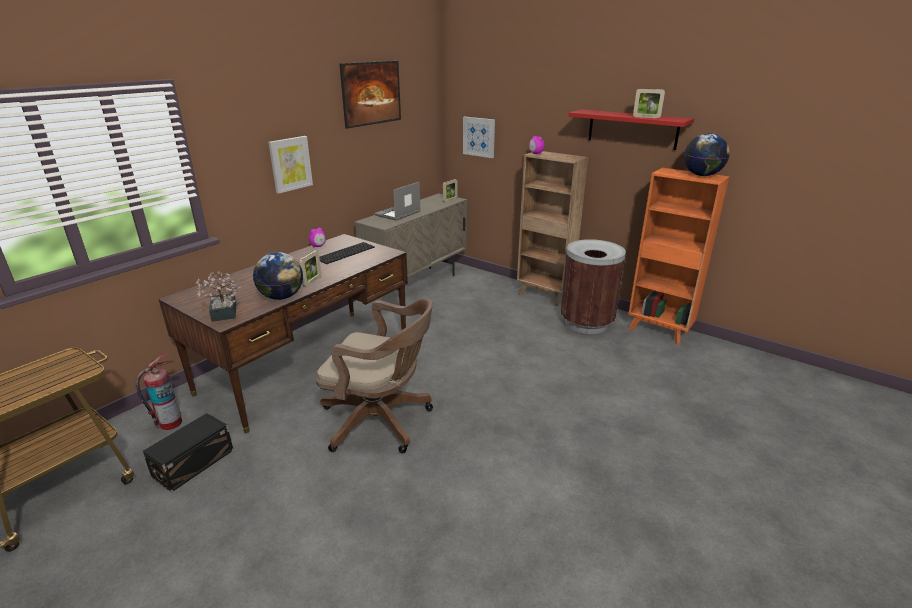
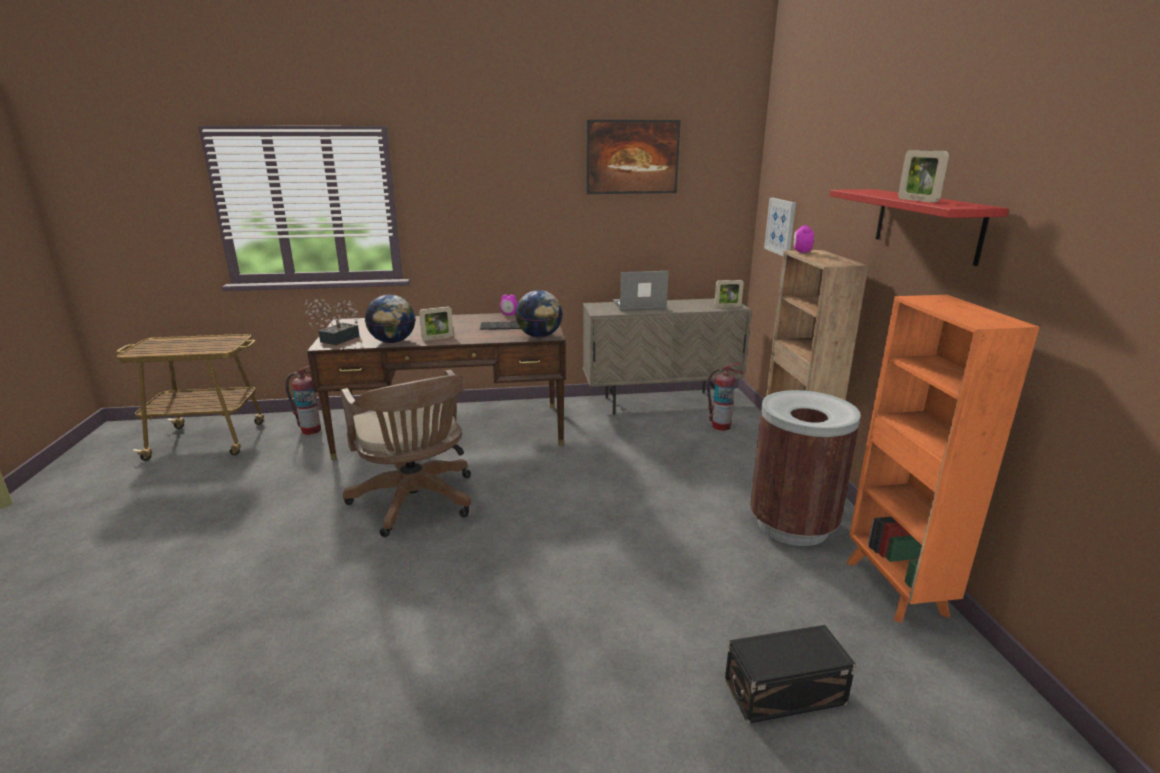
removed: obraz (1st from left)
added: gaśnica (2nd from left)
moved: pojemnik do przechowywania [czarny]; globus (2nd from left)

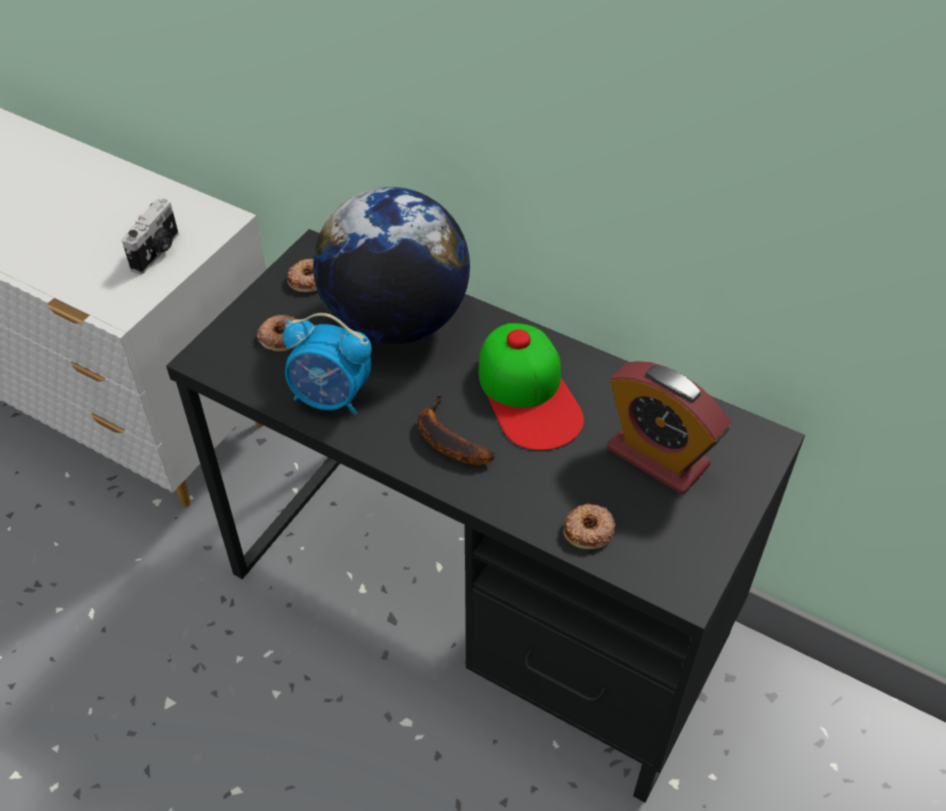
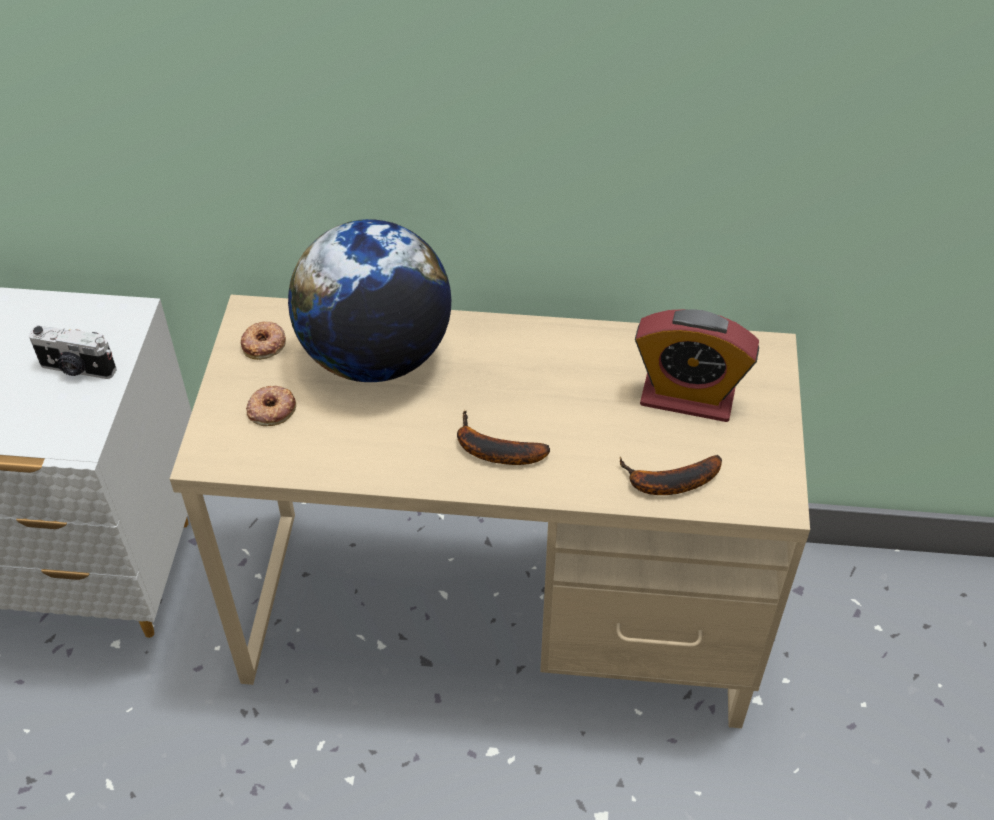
removed: budzik (1st from left); czapka z daszkiem
replaced: donut (3rd from left) to banan (2nd from left)
recoloured: biurko [czarny] to biurko [beżowy]
turned: aparat fotograficzny 105 degrees clockwise

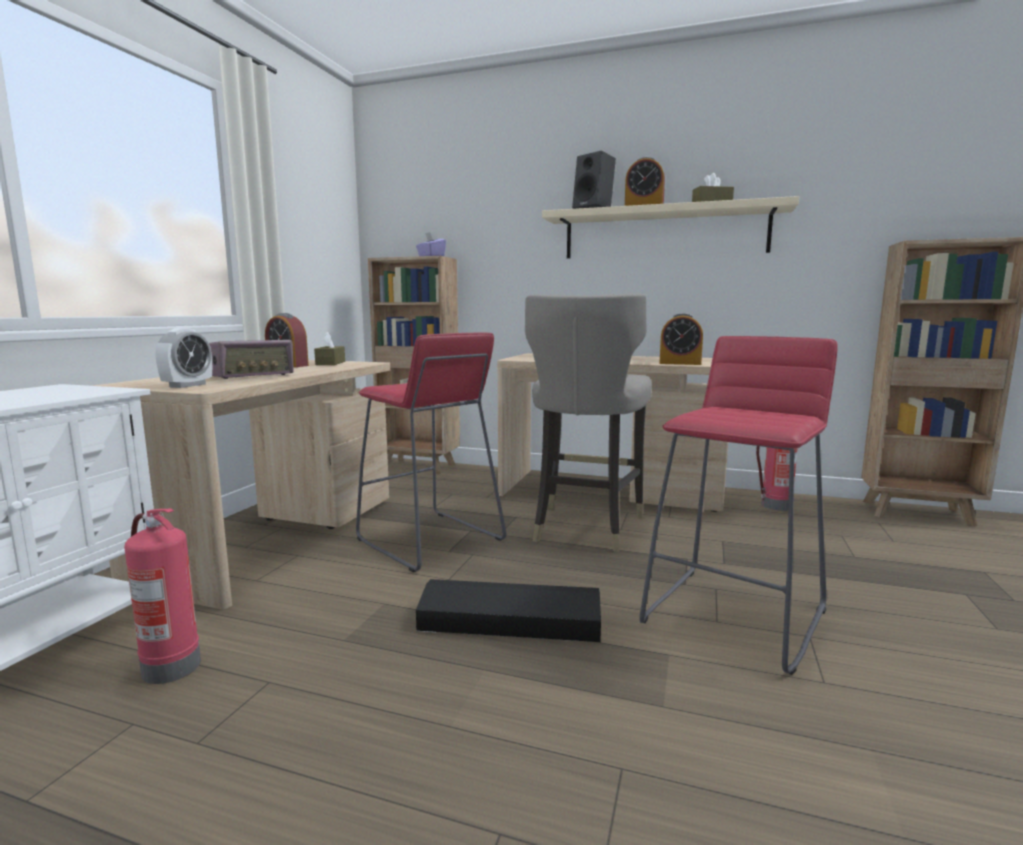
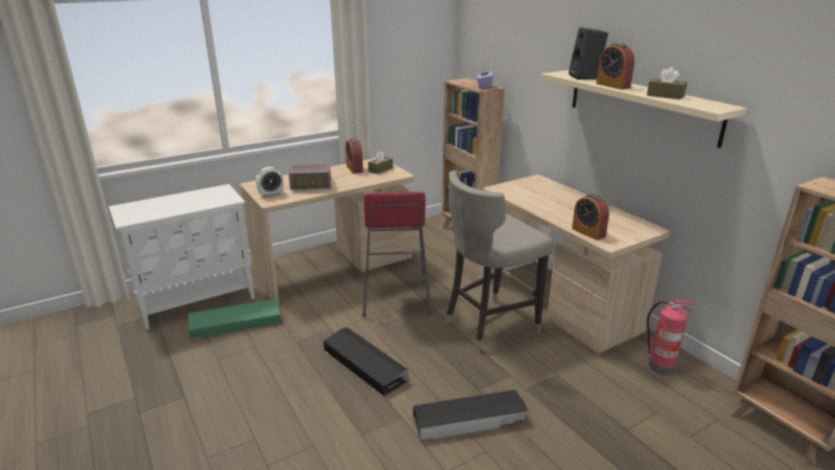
replaced: gaśnica (1st from left) to pojemnik do przechowywania [zielony]; stołek [czerwony] (2nd from left) to pojemnik do przechowywania [czarny] (2nd from left)

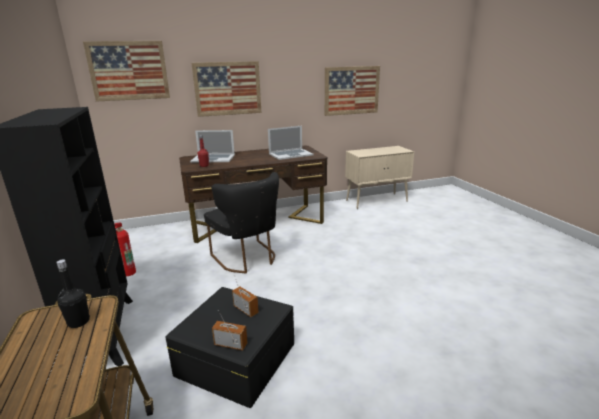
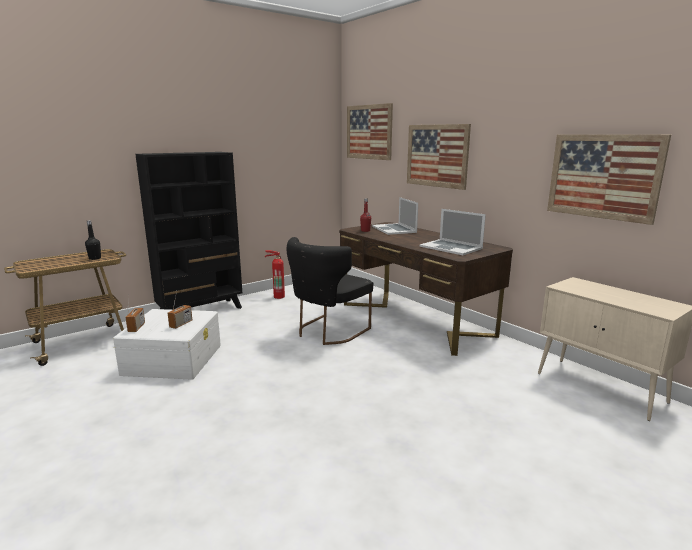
recoloured: pojemnik do przechowywania [czarny] to pojemnik do przechowywania [biały]

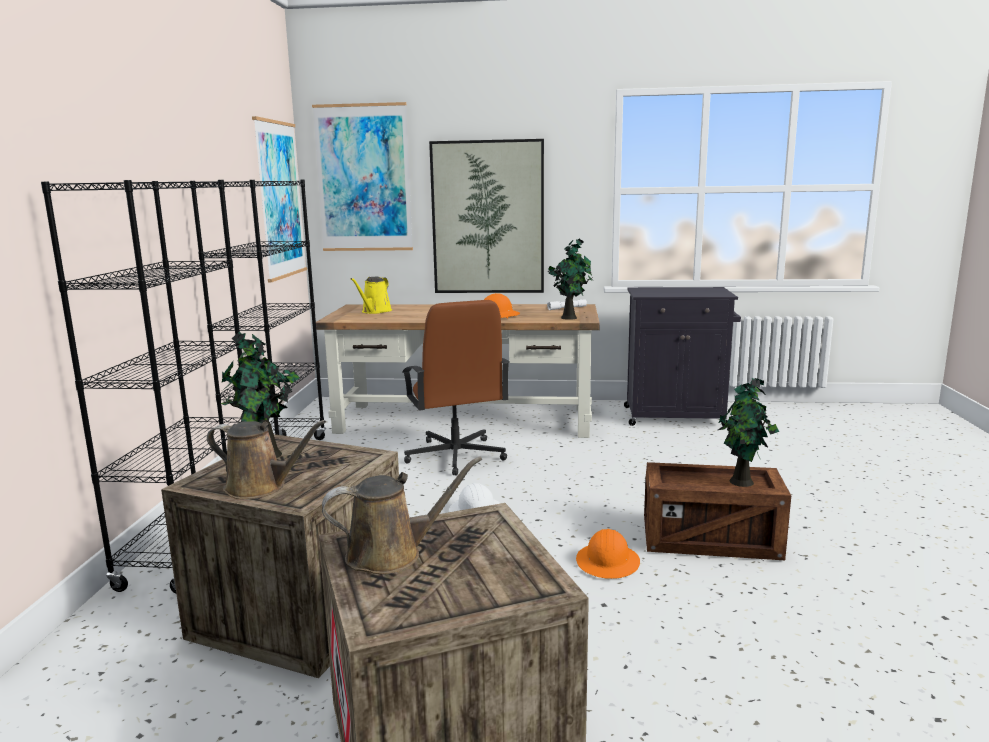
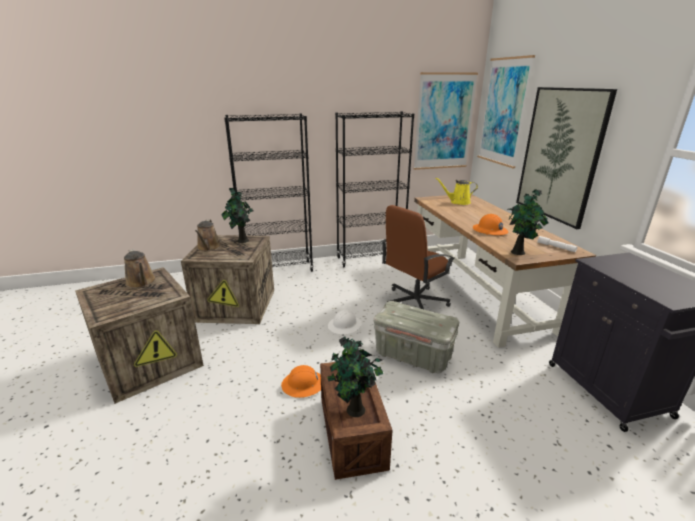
added: pojemnik do przechowywania [szary]

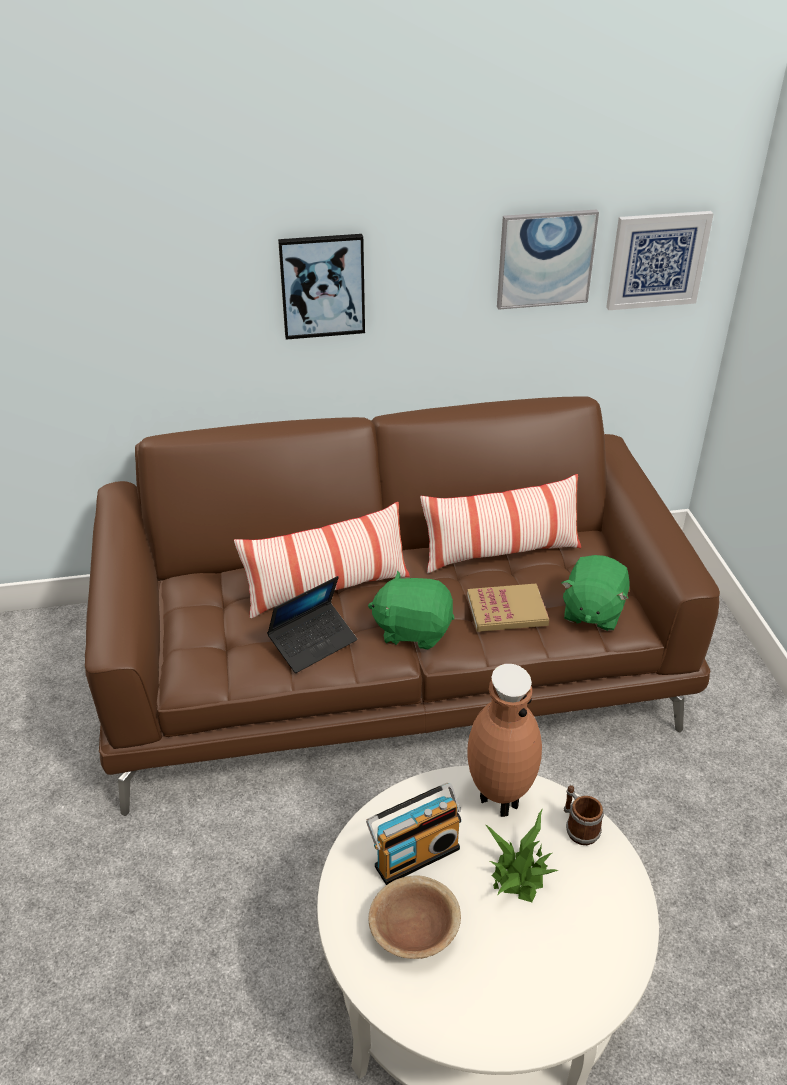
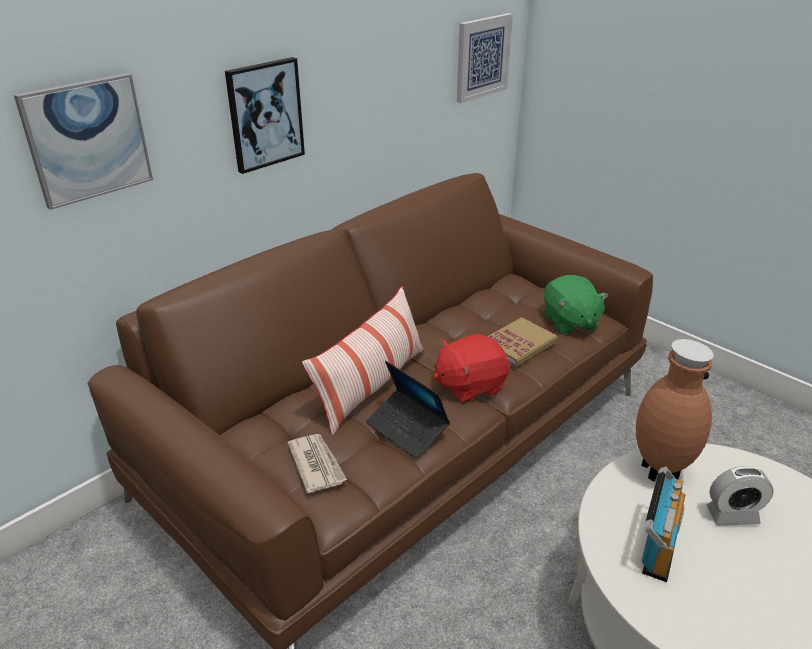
removed: miska [brązowy]; poduszka (2nd from left); kubek
added: gazeta
moved: obraz (2nd from left in the first image) to obraz (1st from left)
replaced: roślina doniczkowa to budzik
recoloured: pluszak [zielony] (1st from left) to pluszak [czerwony]
turned: laptop 120 degrees clockwise

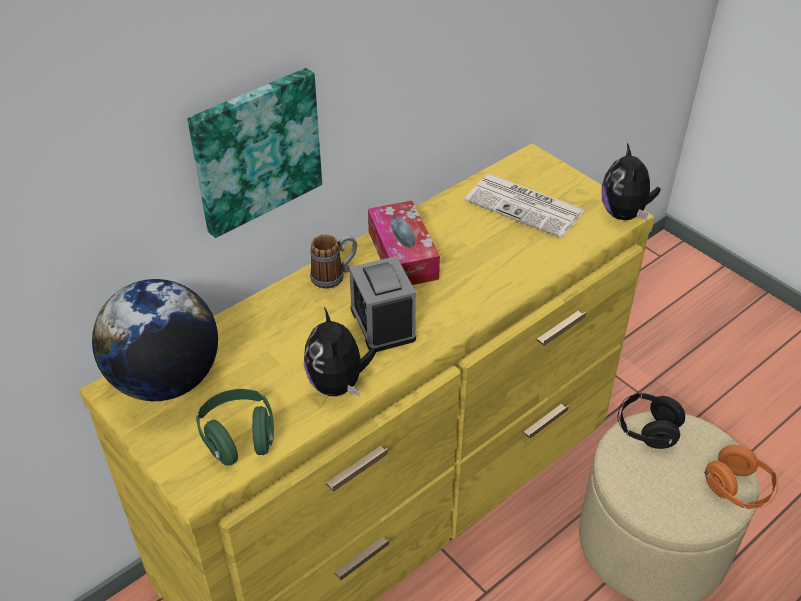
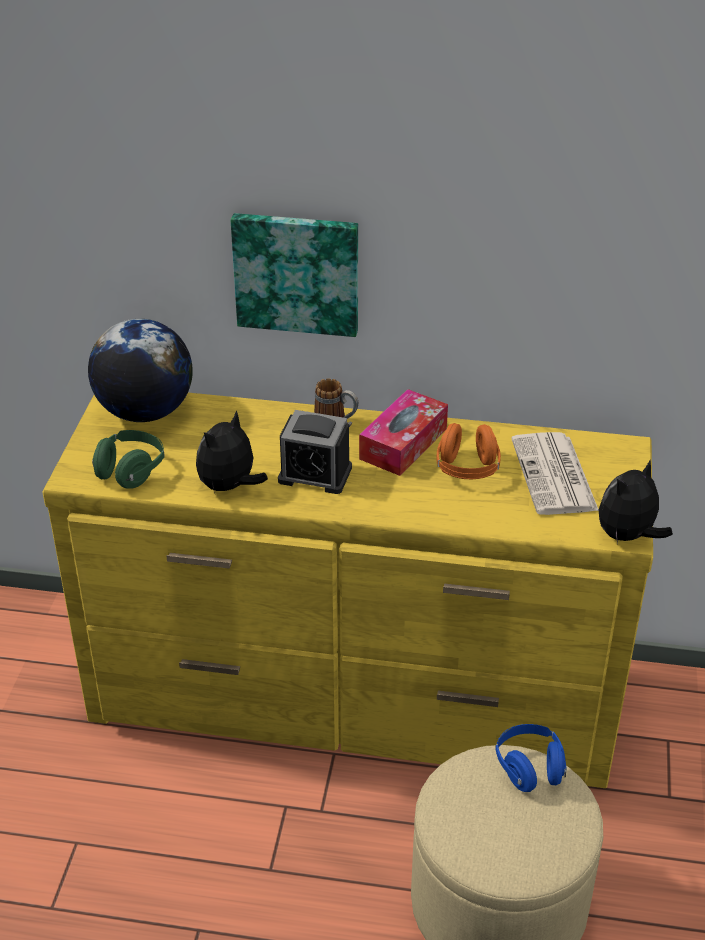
moved: słuchawki [pomarańczowy]
recoloured: słuchawki [czarny] to słuchawki [niebieski]
turned: budzik 105 degrees counterclockwise

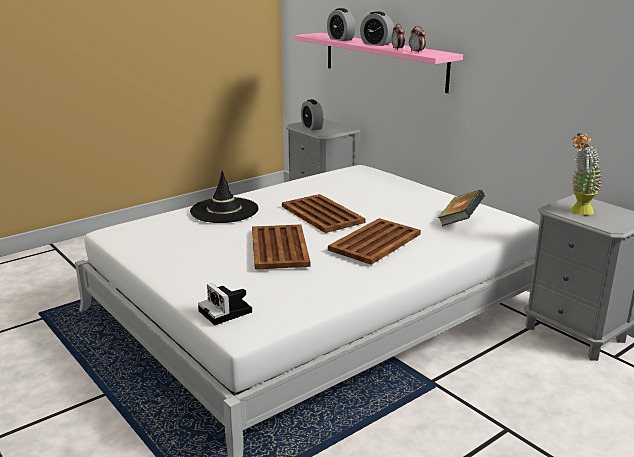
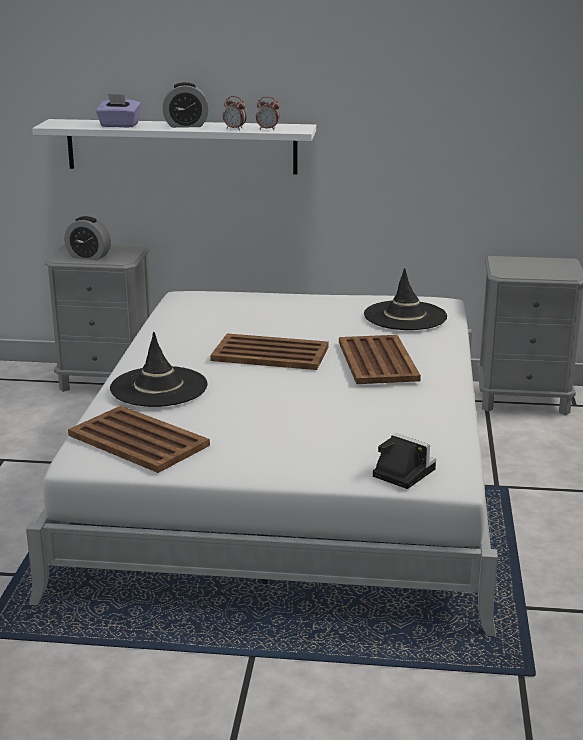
removed: roślina doniczkowa
moved: taca [brązowy] (1st from left)
replaced: budzik (2nd from left) to pudełko chusteczek [fioletowy]; książka to kapelusz [czarny] (2nd from left)
recoloured: półka [różowy] to półka [biały]
turned: aparat fotograficzny 150 degrees counterclockwise

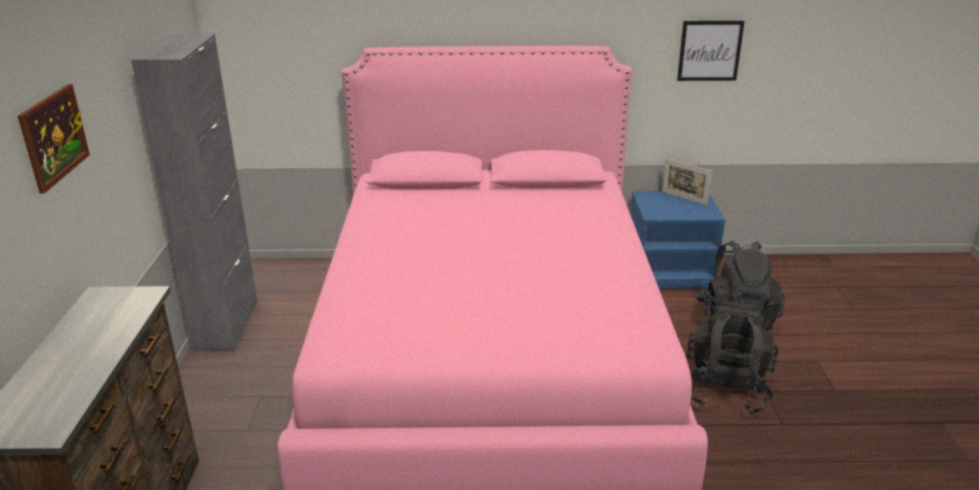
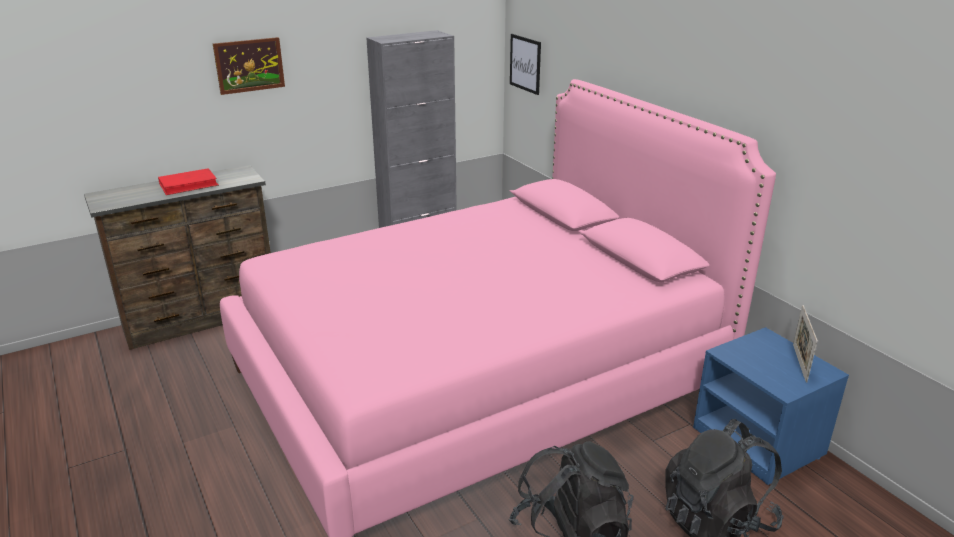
added: książka [czerwony]
moved: obraz (2nd from left)

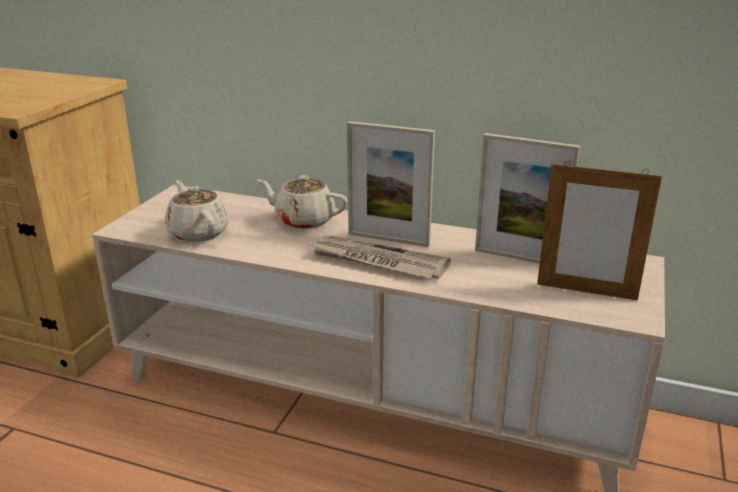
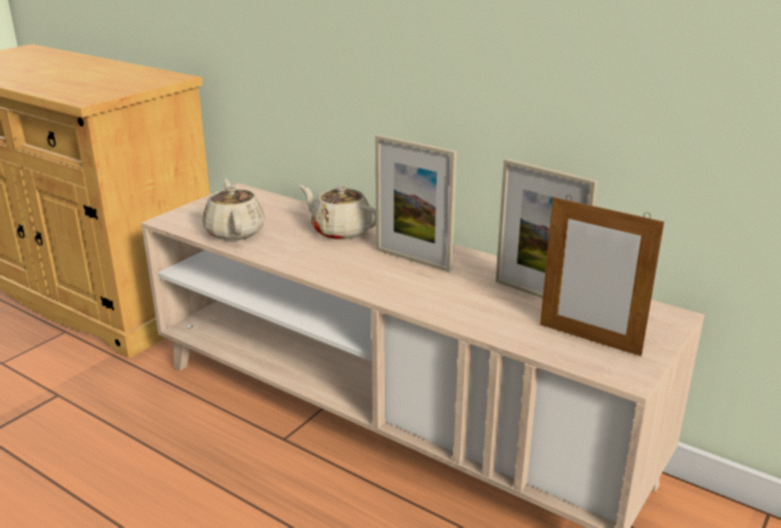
removed: gazeta

